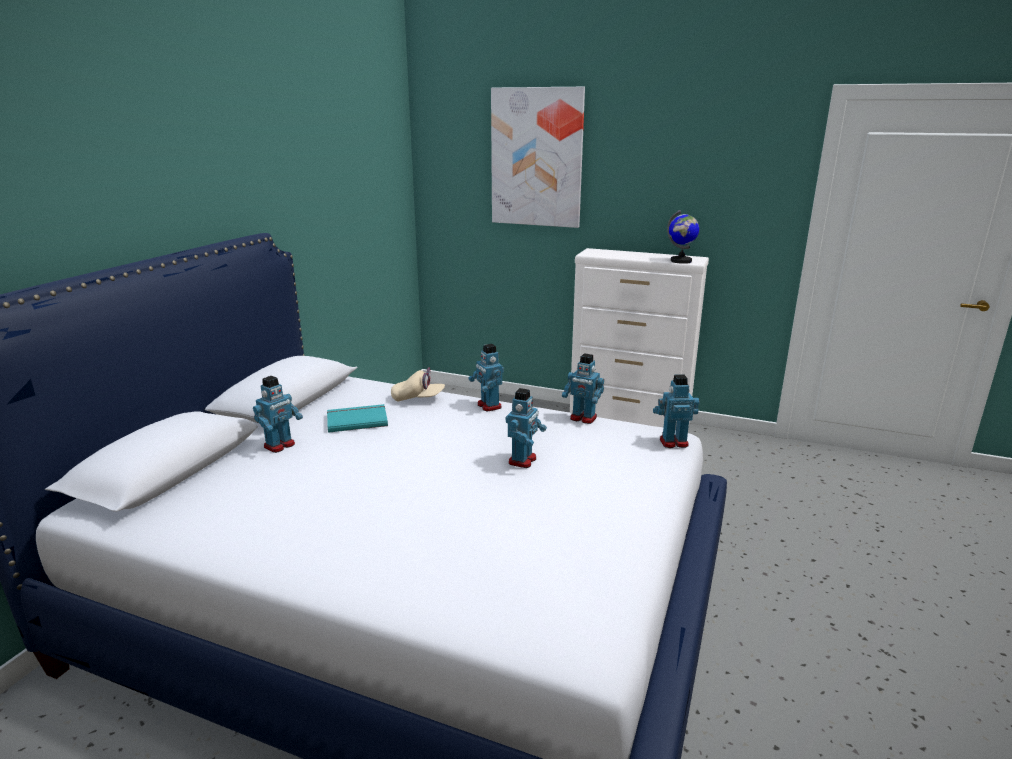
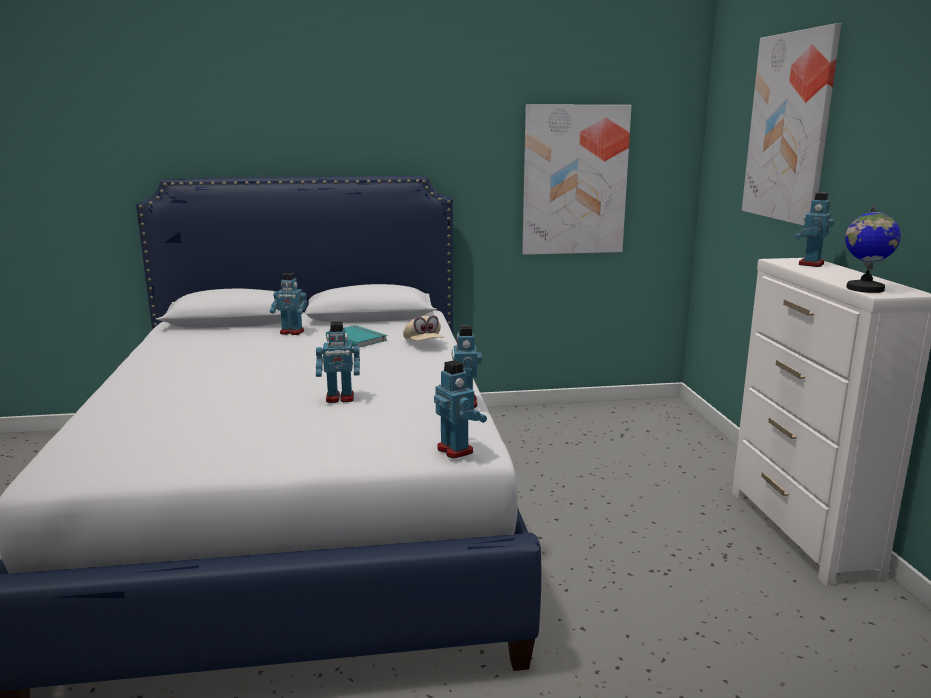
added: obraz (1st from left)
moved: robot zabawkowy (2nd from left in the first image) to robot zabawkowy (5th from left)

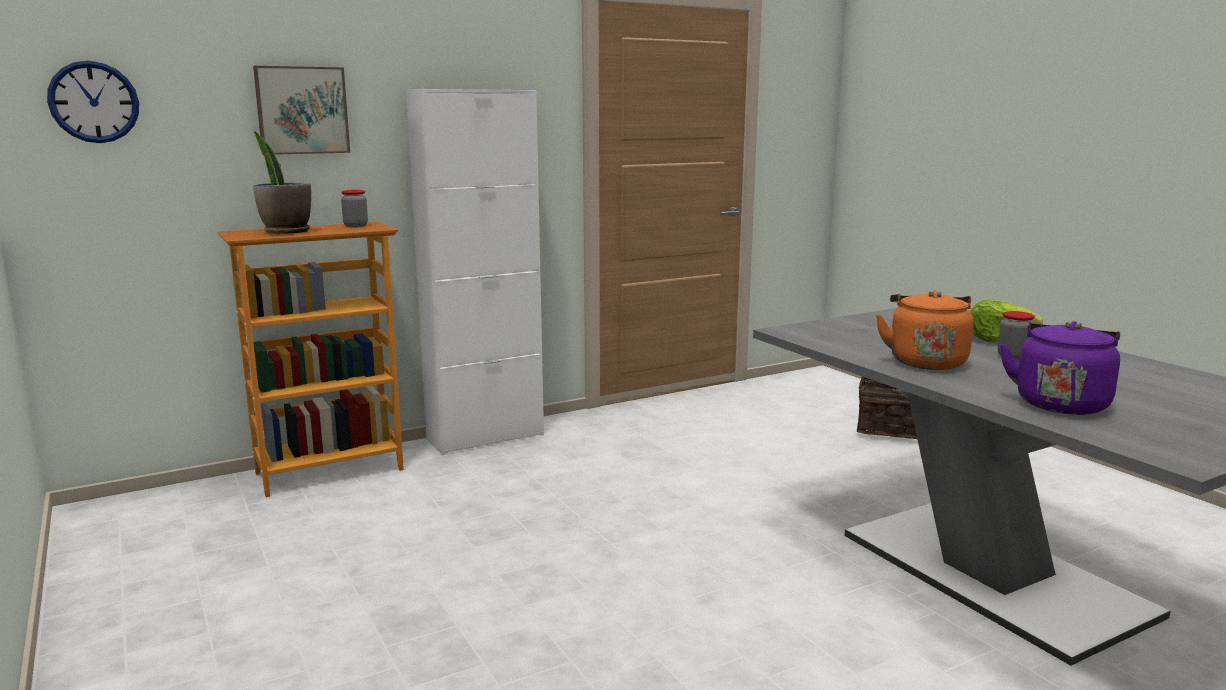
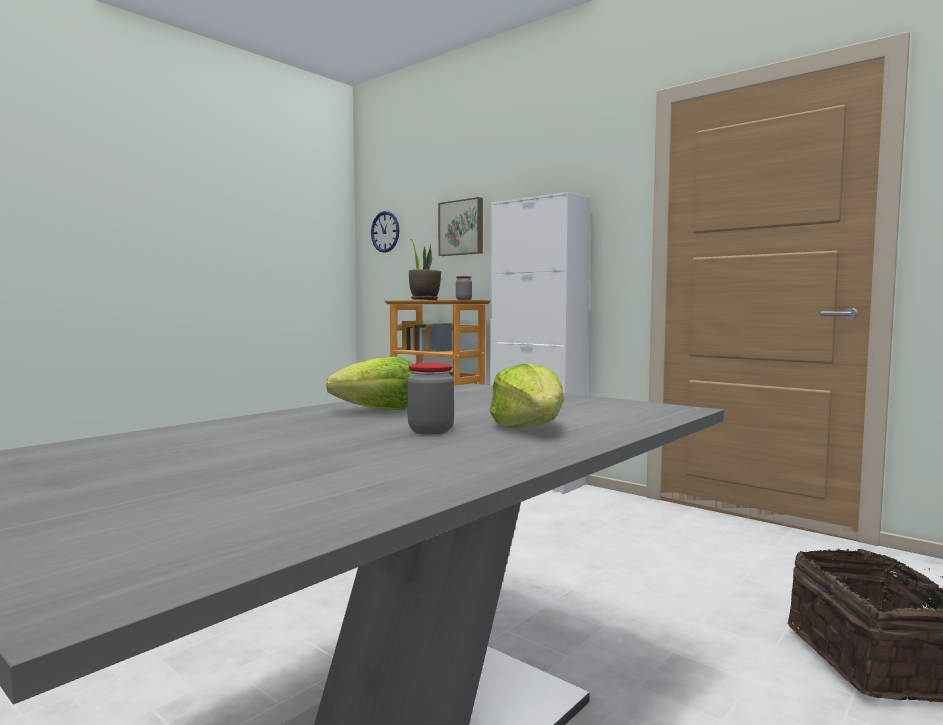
removed: czajnik [fioletowy]
replaced: czajnik [pomarańczowy] to sałata (1st from left)

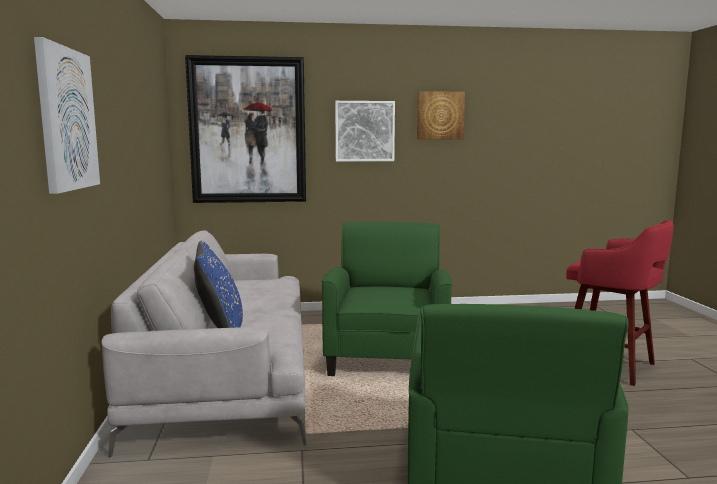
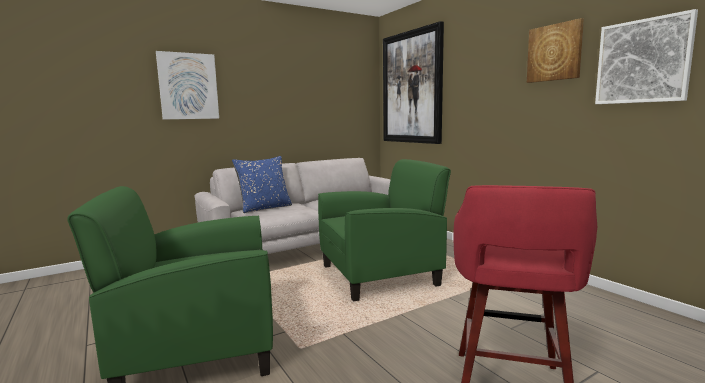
moved: obraz (3rd from left in the first image) to obraz (4th from left)

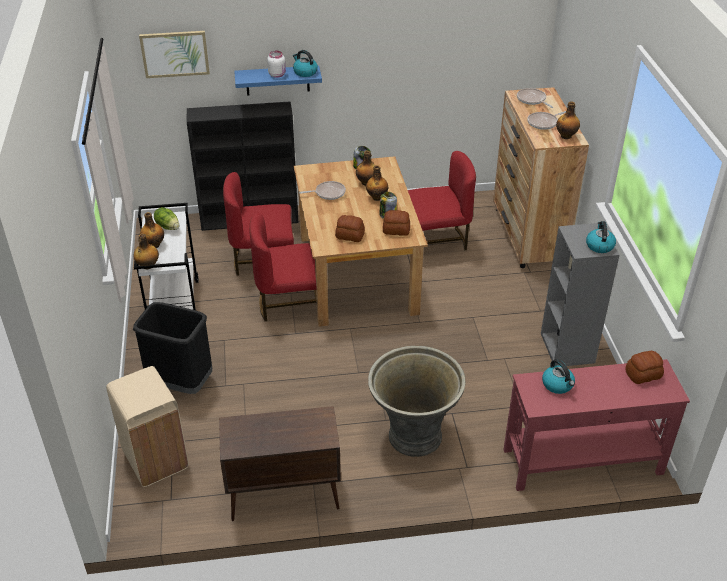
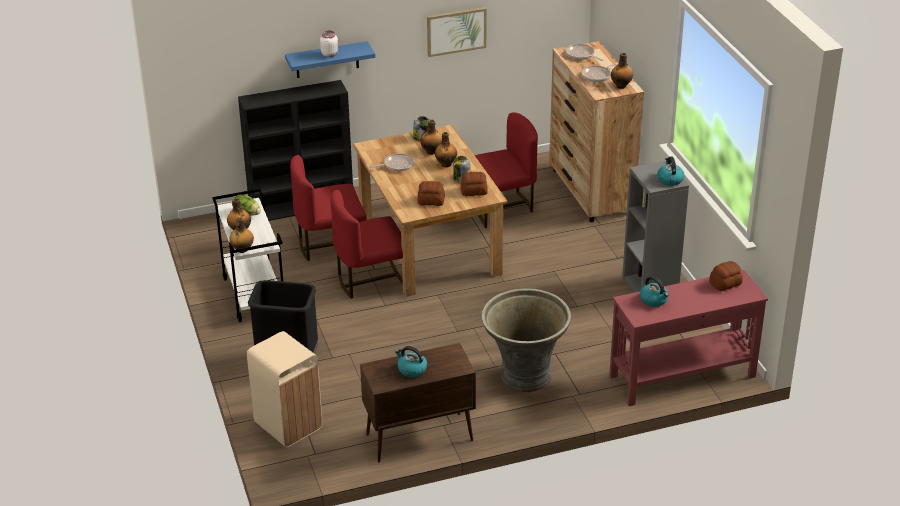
moved: obraz; czajnik (1st from left)

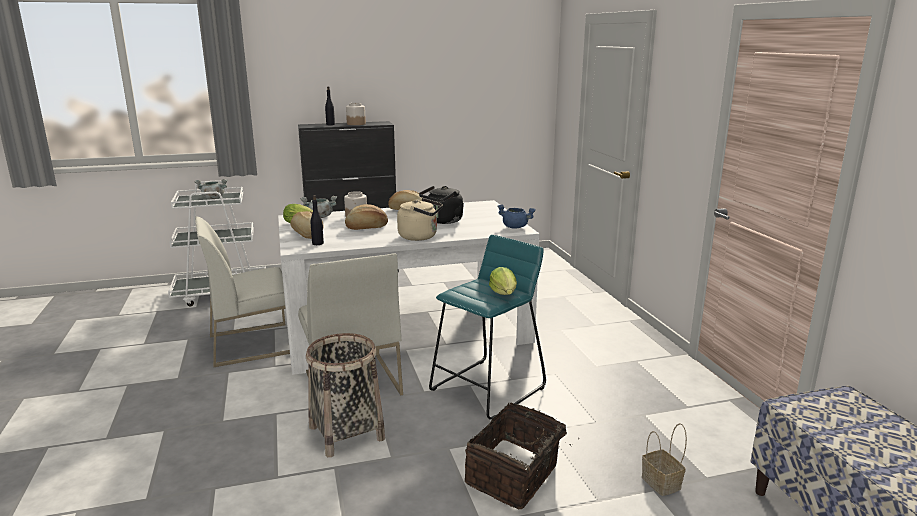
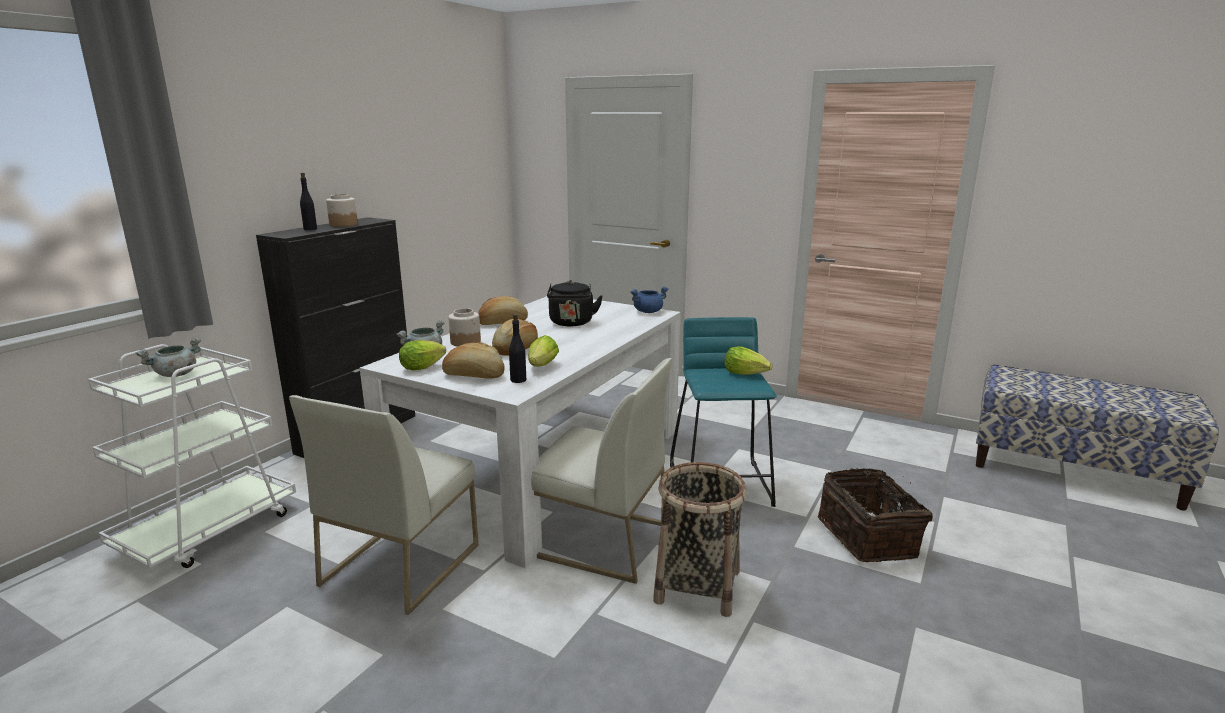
removed: czajnik [beżowy]; koszyk (3rd from left)
added: sałata (2nd from left)

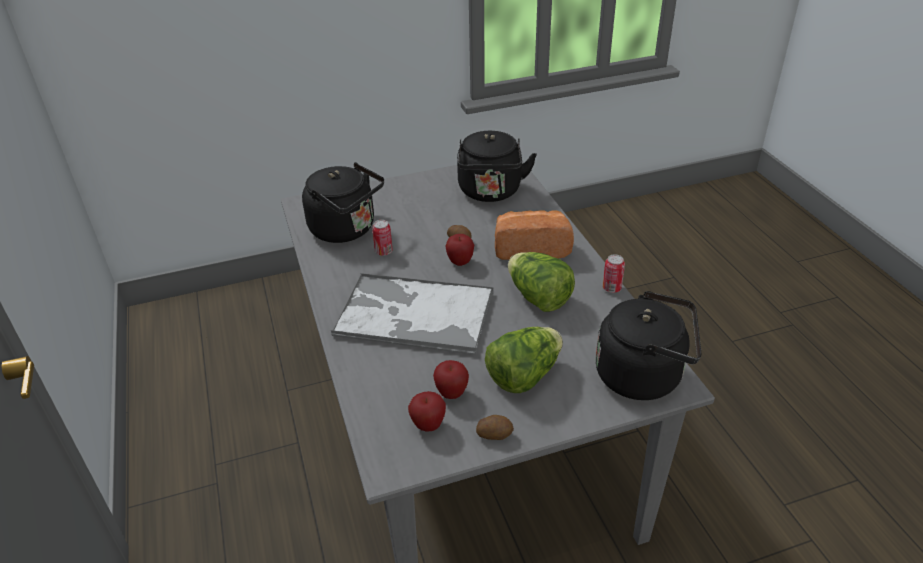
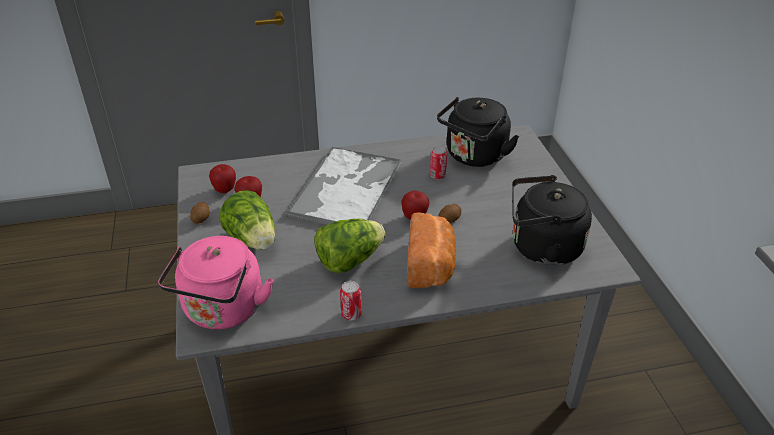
recoloured: czajnik [czarny] (3rd from left) to czajnik [różowy]

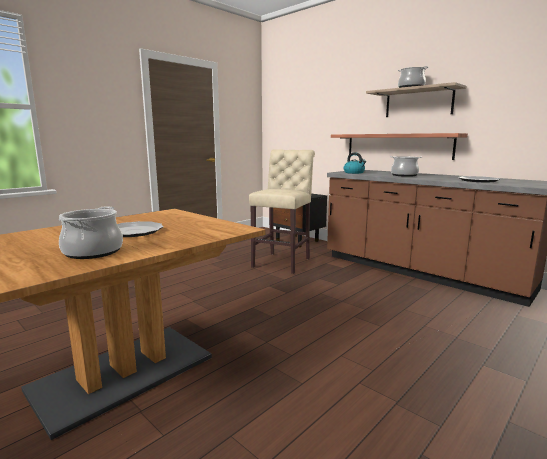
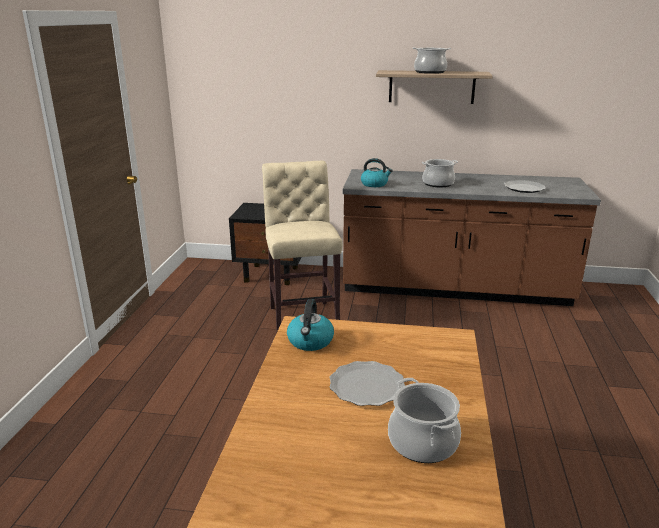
removed: półka (1st from left)
added: czajnik (1st from left)

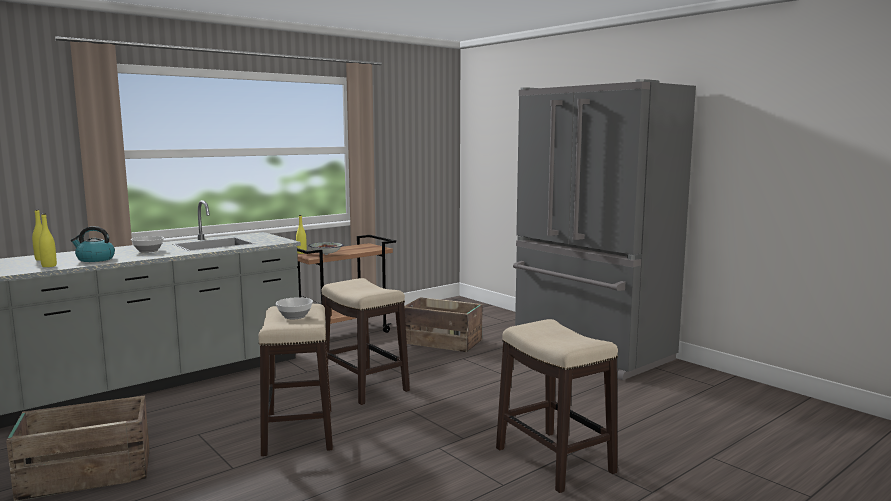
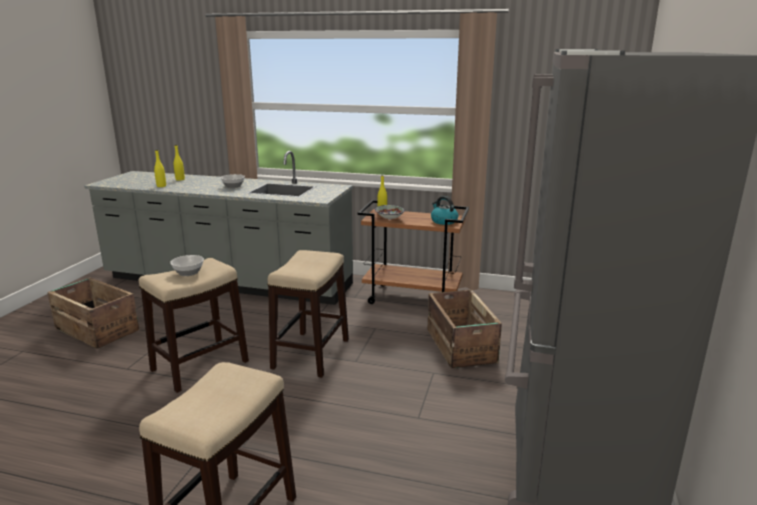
moved: czajnik

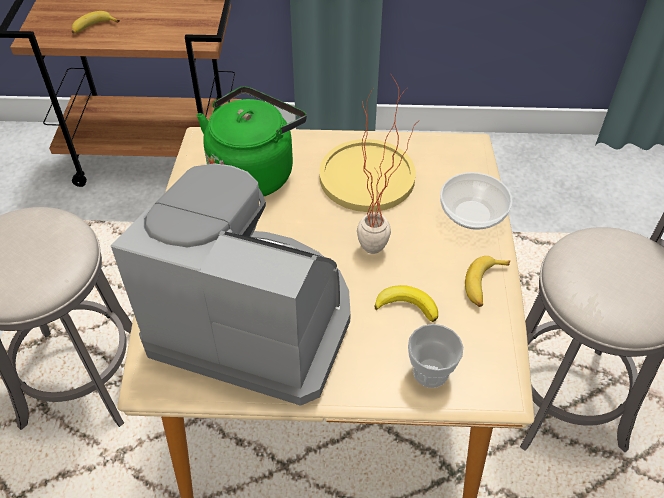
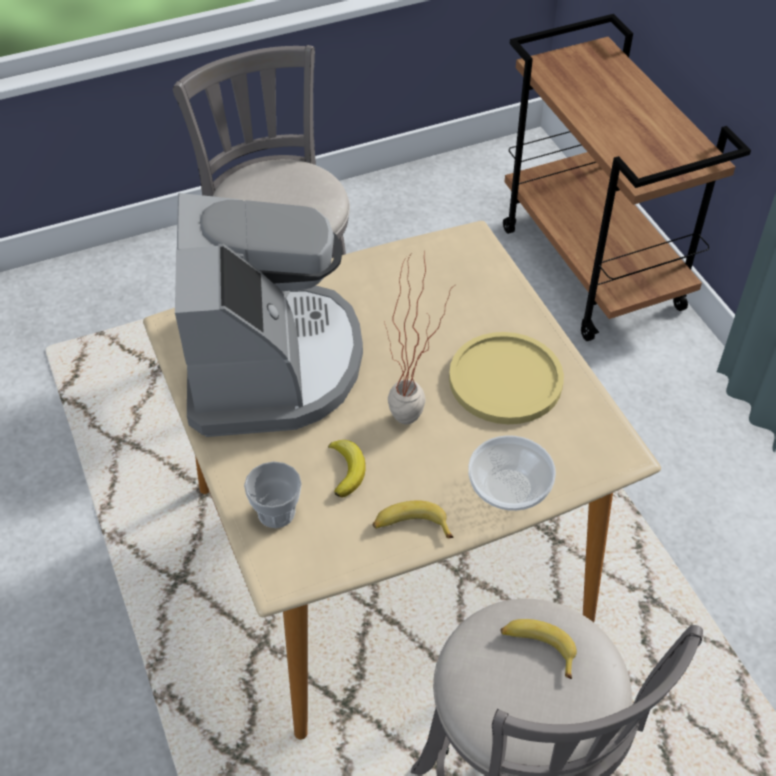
removed: czajnik [zielony]
moved: banan (1st from left in the first image) to banan (3rd from left)

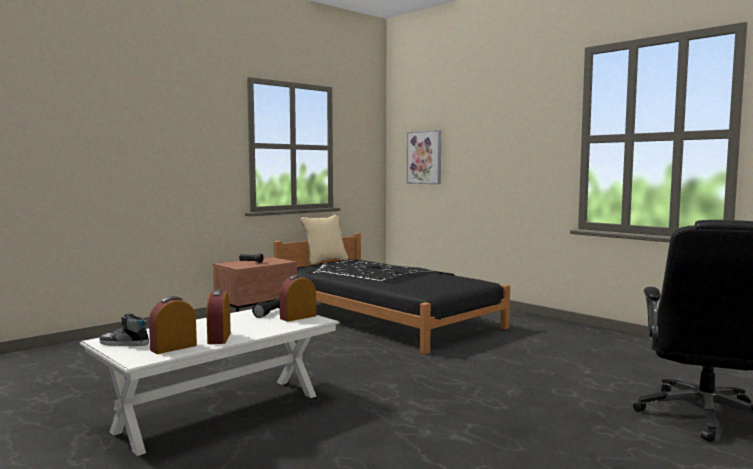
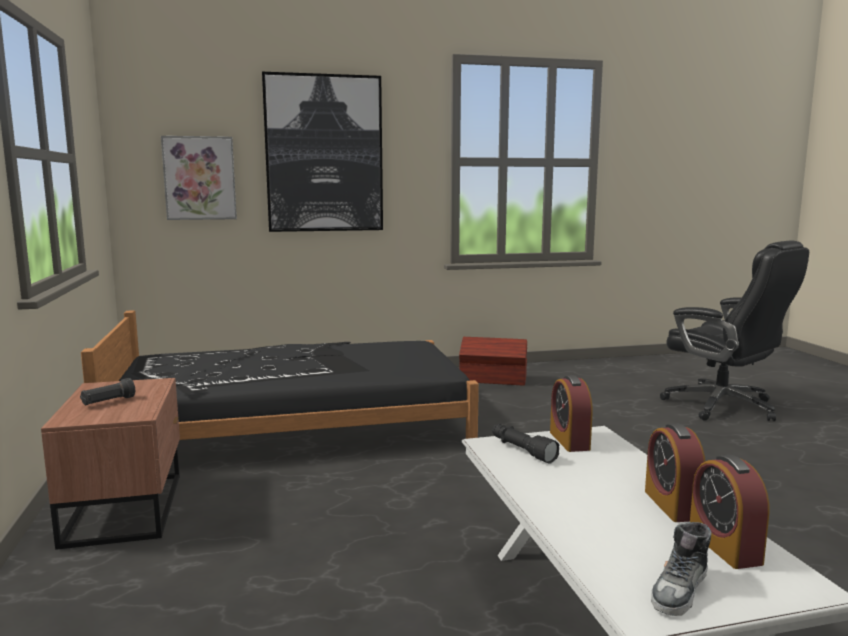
removed: poduszka [beżowy]
added: obraz (2nd from left); pojemnik do przechowywania [brązowy]
turned: budzik (2nd from left) 60 degrees clockwise

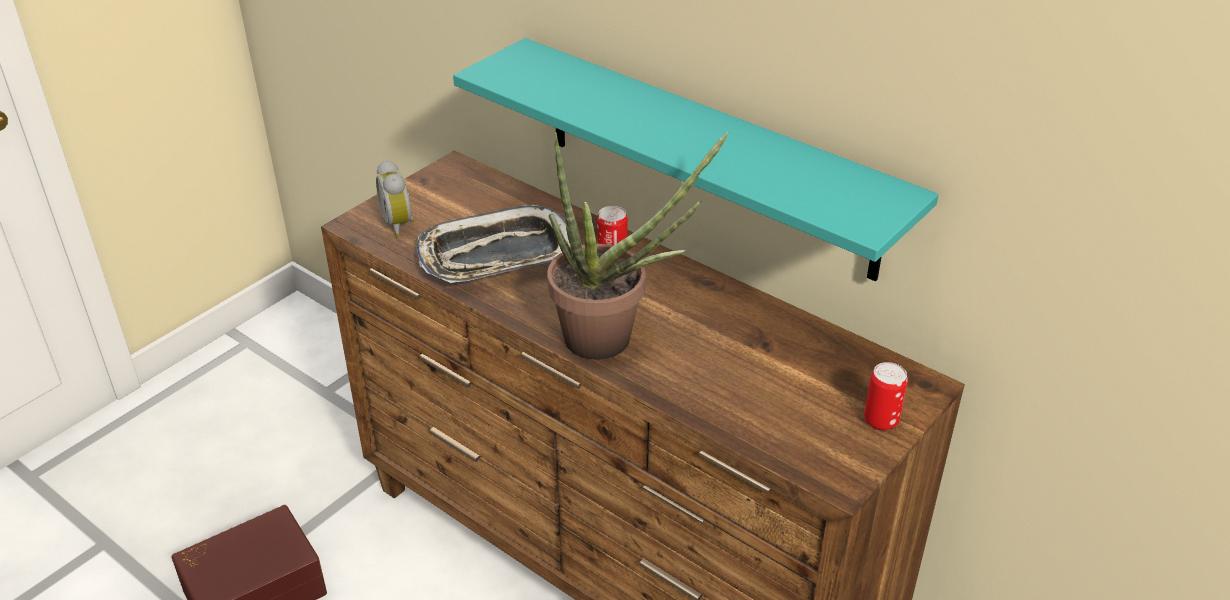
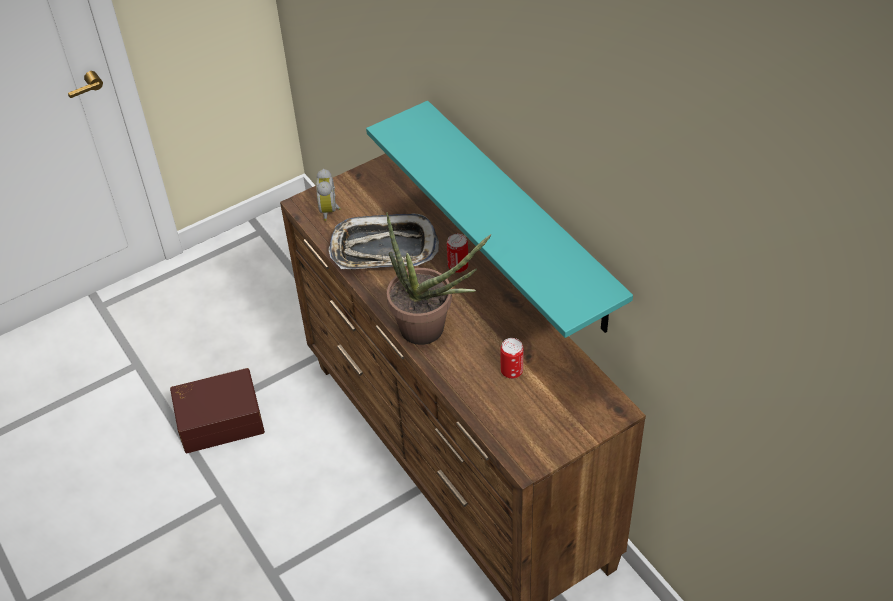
moved: puszka (2nd from left)

